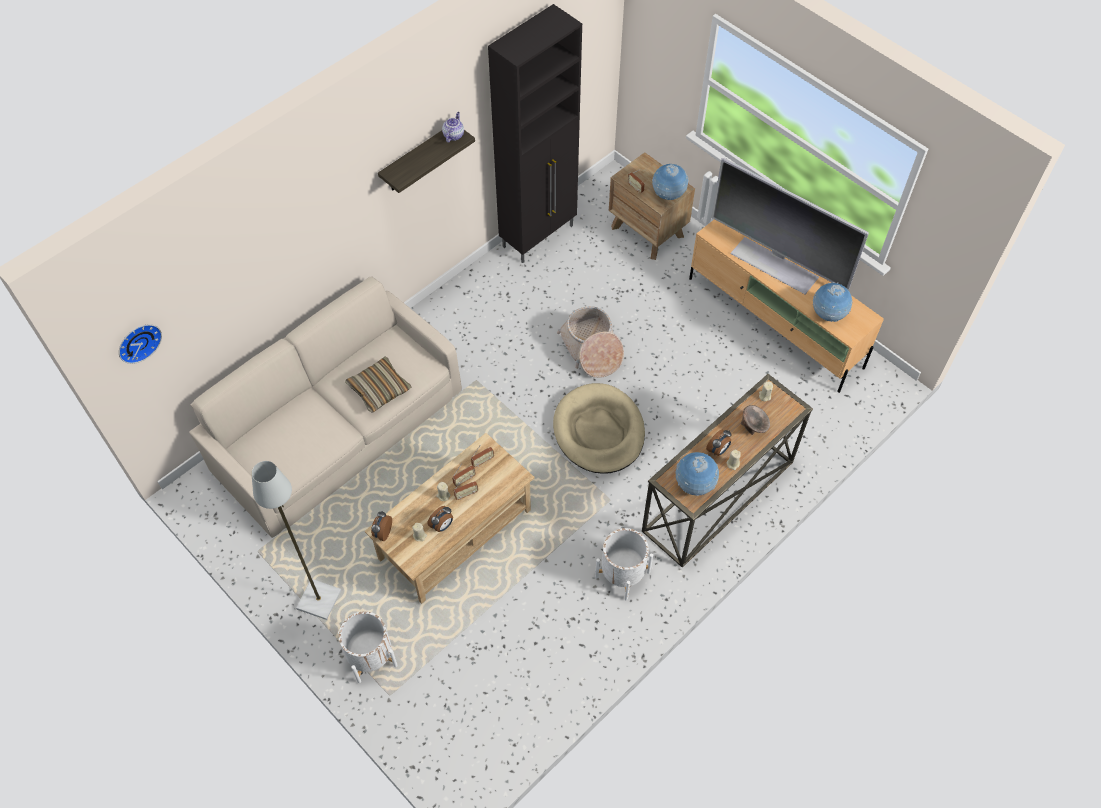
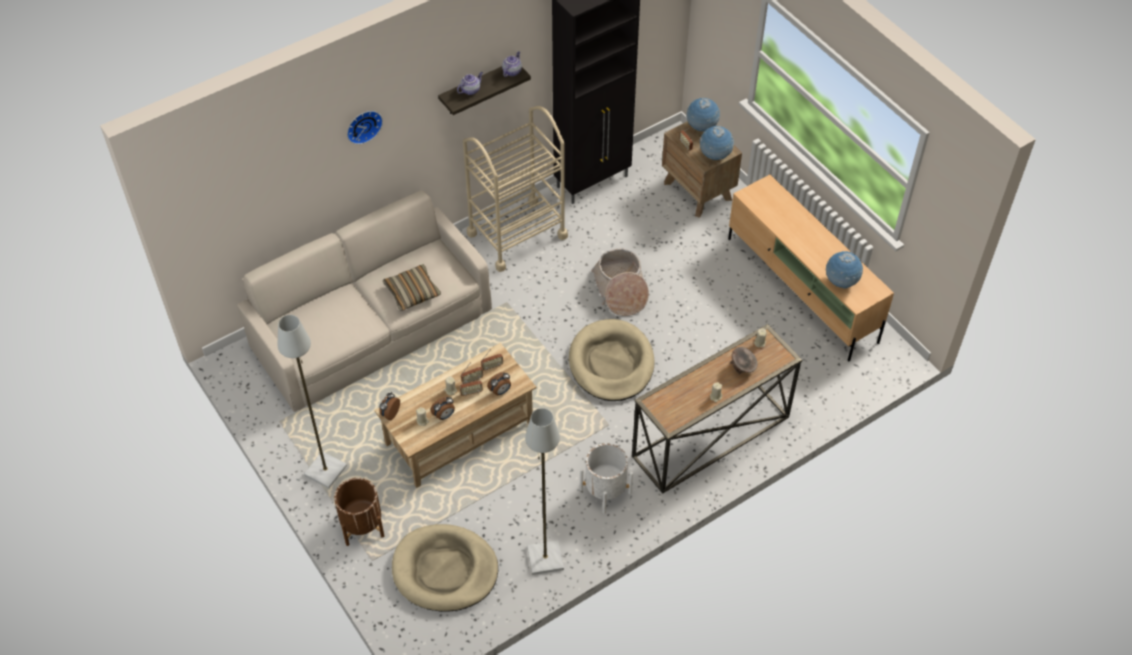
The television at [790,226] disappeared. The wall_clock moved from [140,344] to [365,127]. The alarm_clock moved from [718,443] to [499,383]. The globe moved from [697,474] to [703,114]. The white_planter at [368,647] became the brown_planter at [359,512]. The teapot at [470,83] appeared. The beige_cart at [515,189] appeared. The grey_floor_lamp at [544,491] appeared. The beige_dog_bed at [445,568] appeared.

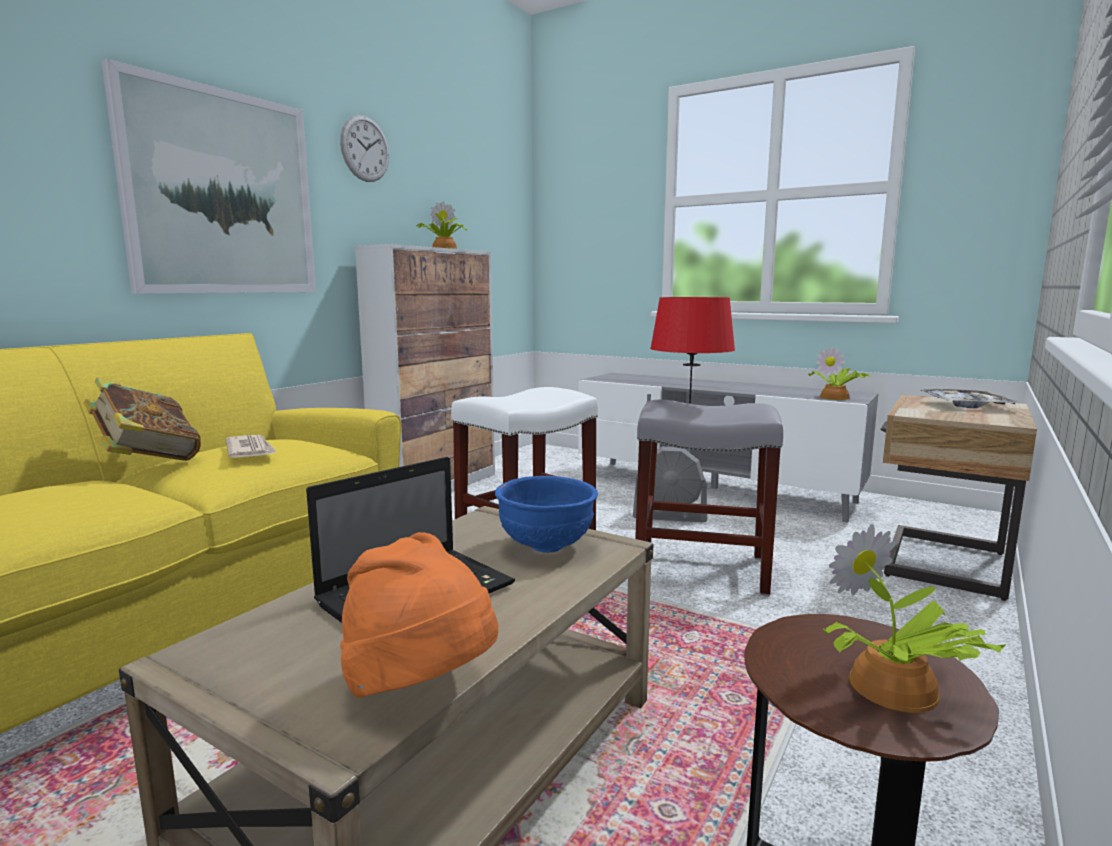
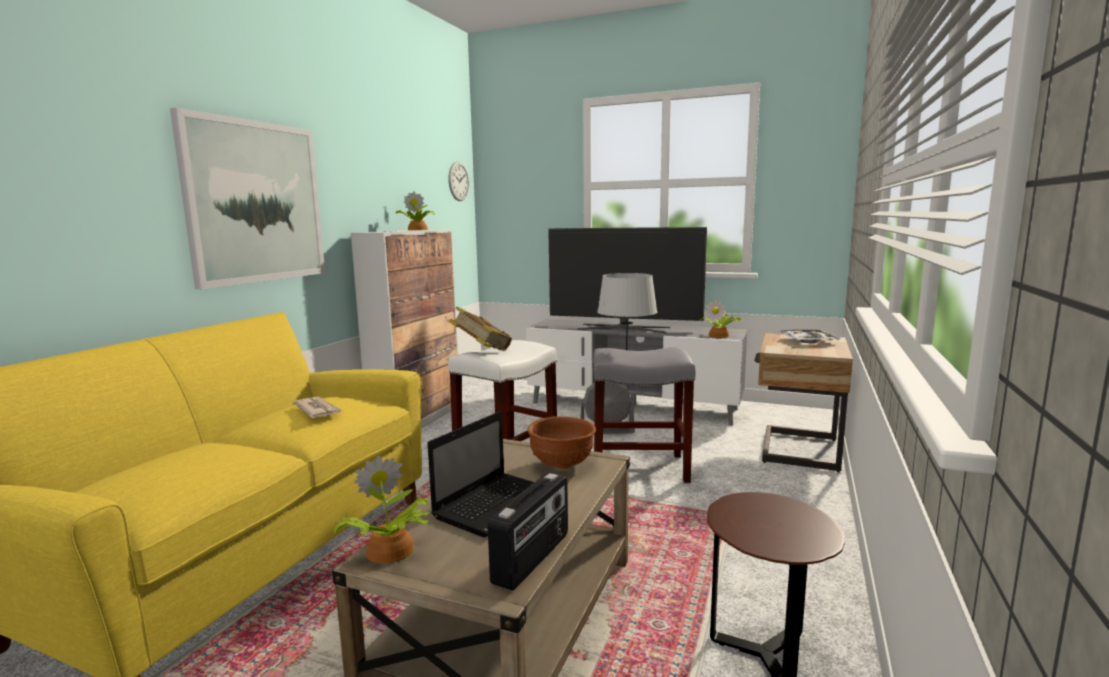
The wall_clock moved from [364,148] to [458,181]. The red_table_lamp at [692,350] became the grey_table_lamp at [627,311]. The book moved from [142,419] to [480,328]. The blue_bowl at [546,514] became the brown_bowl at [561,442]. The potted_plant moved from [914,618] to [382,509]. The orange_hat at [419,615] was replaced by the radio at [528,532]. The television at [627,280] appeared.

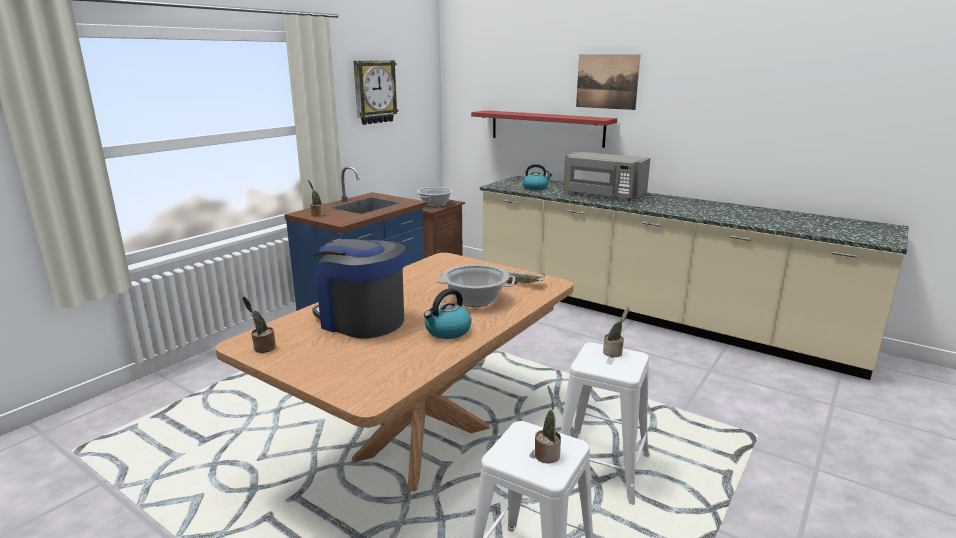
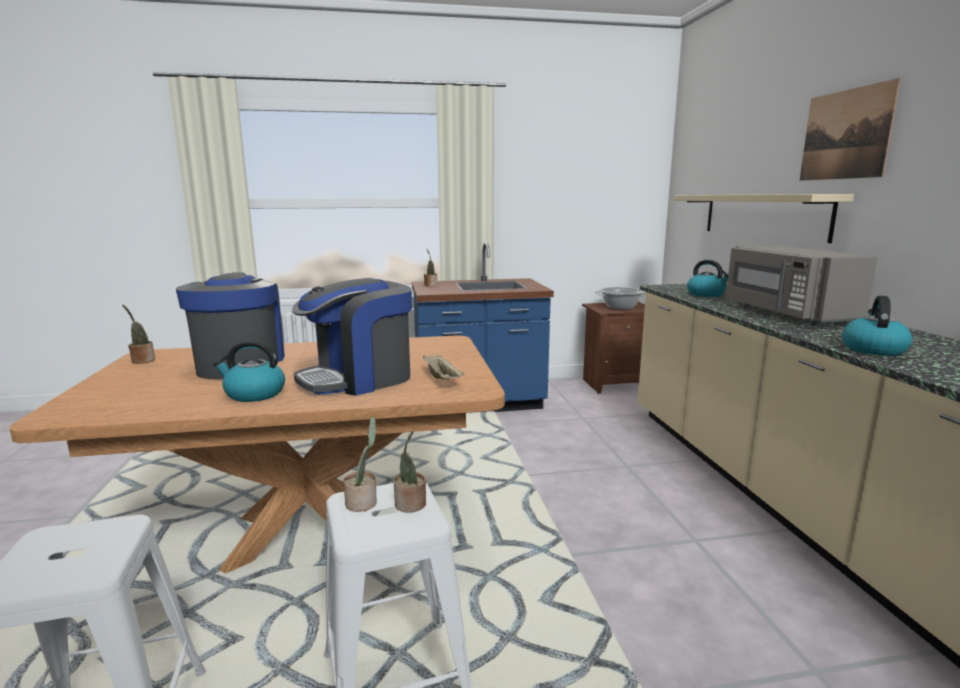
The wall_clock at [376,92] disappeared. The red_shelf at [544,129] became the beige_shelf at [764,218]. The cooking_pot at [475,285] was replaced by the coffee_machine at [352,337]. The potted_plant moved from [548,424] to [360,464]. The kettle at [877,326] appeared.

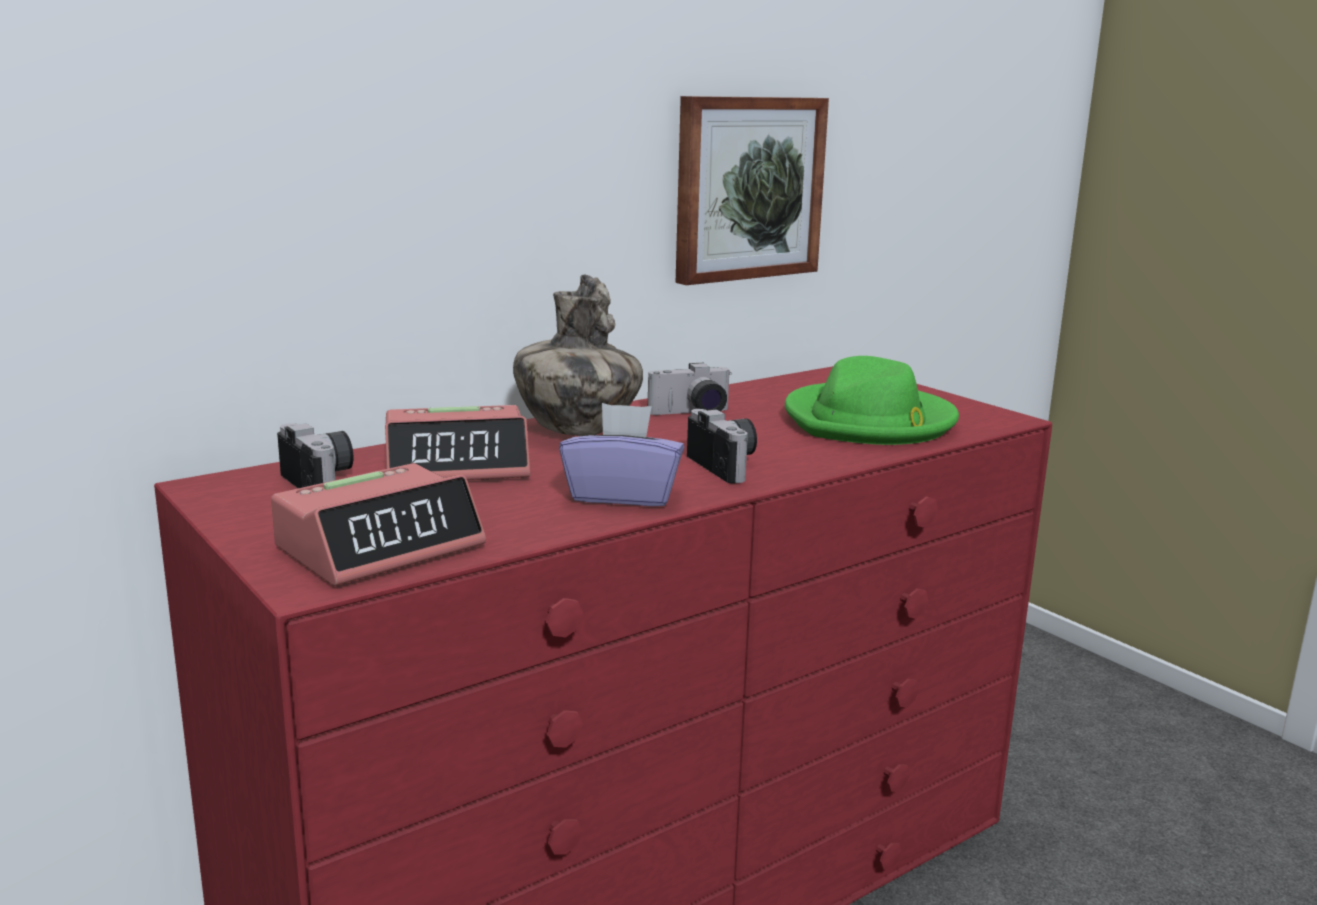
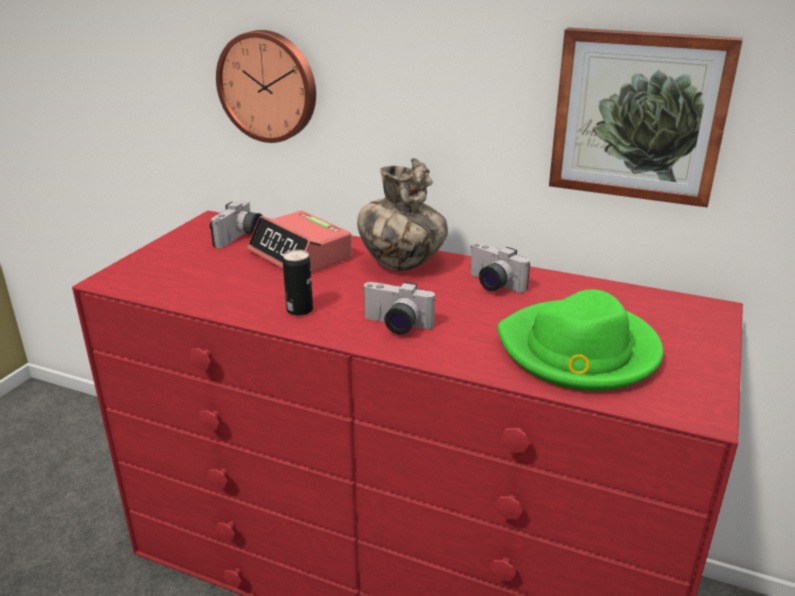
The purple_tissue_box at [621,454] was replaced by the can at [298,283]. The photo_camera at [722,446] turned 75 degrees clockwise. The alarm_clock at [378,524] disappeared. The wall_clock at [266,86] appeared.

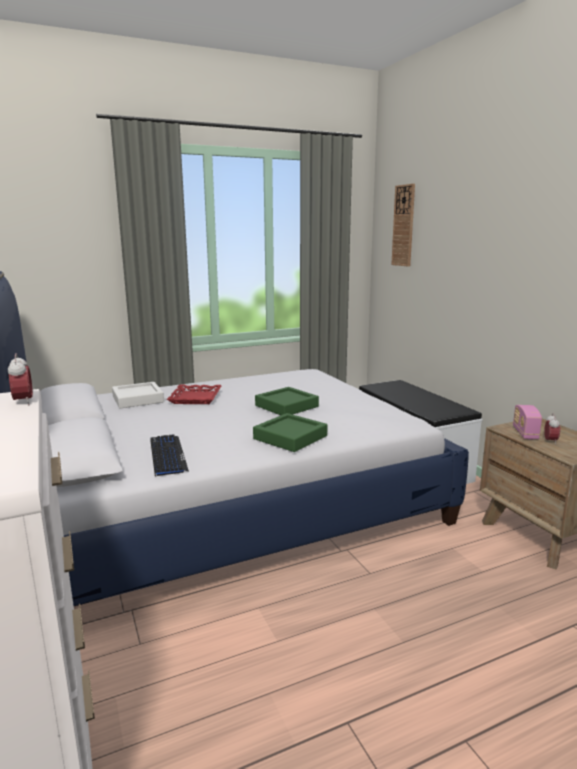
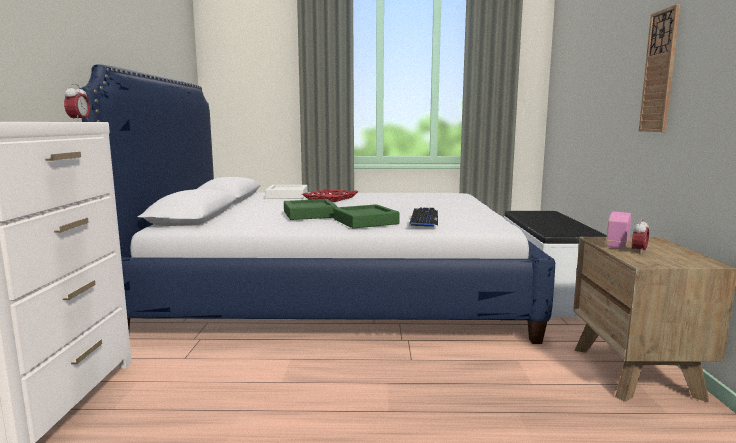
The wall_clock moved from [403,225] to [659,68]. The green_tray moved from [287,401] to [310,209]. The keyboard moved from [169,455] to [423,217].

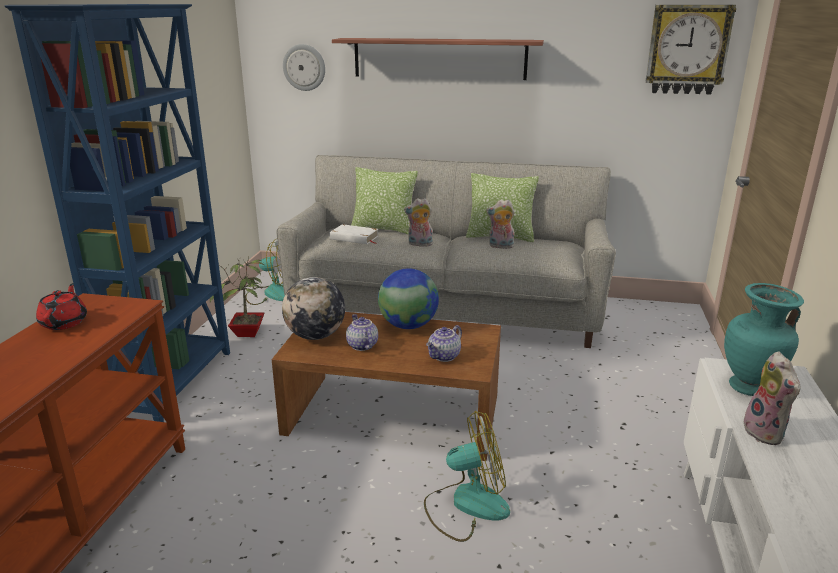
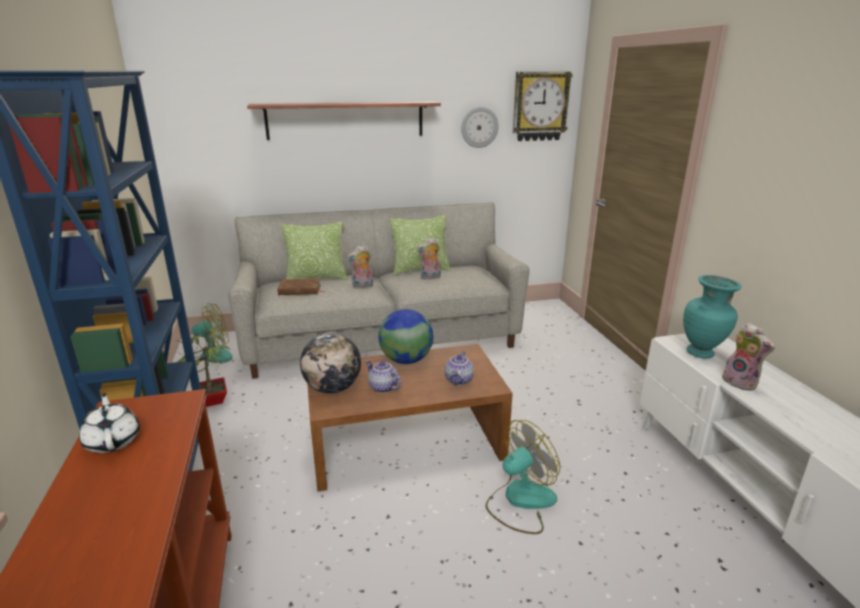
The wall_clock moved from [304,67] to [480,127]. The white_book at [353,234] became the brown_book at [300,287]. The red_teapot at [61,306] became the white_teapot at [109,423].

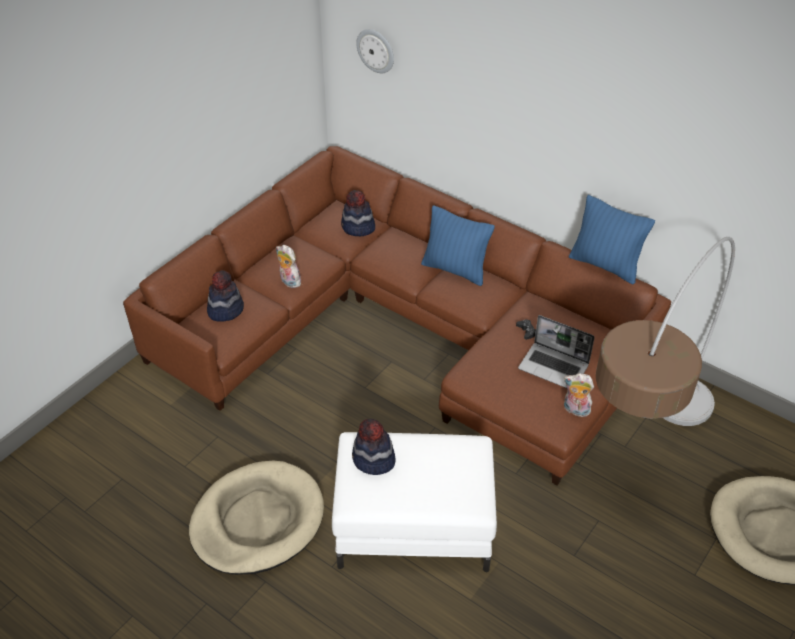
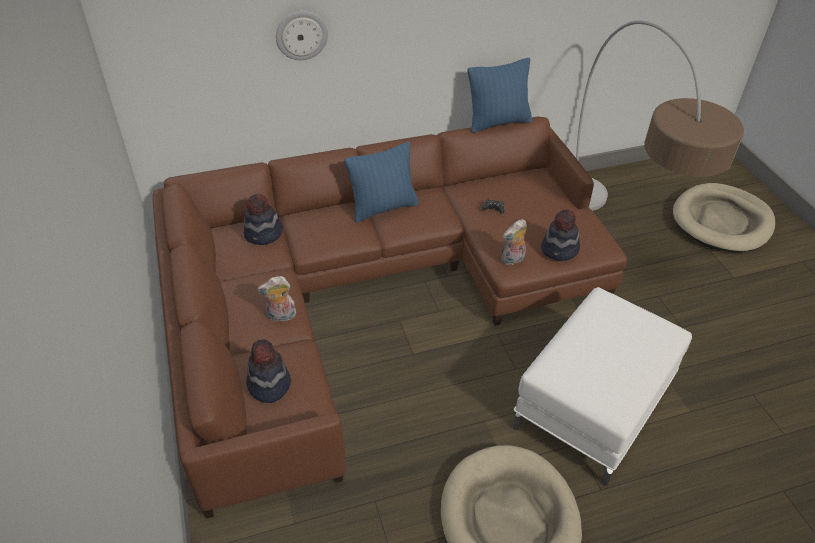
The wall_clock moved from [375,51] to [302,35]. The laptop at [556,351] disappeared. The plush_toy moved from [579,395] to [514,242]. The hat moved from [374,447] to [560,235].

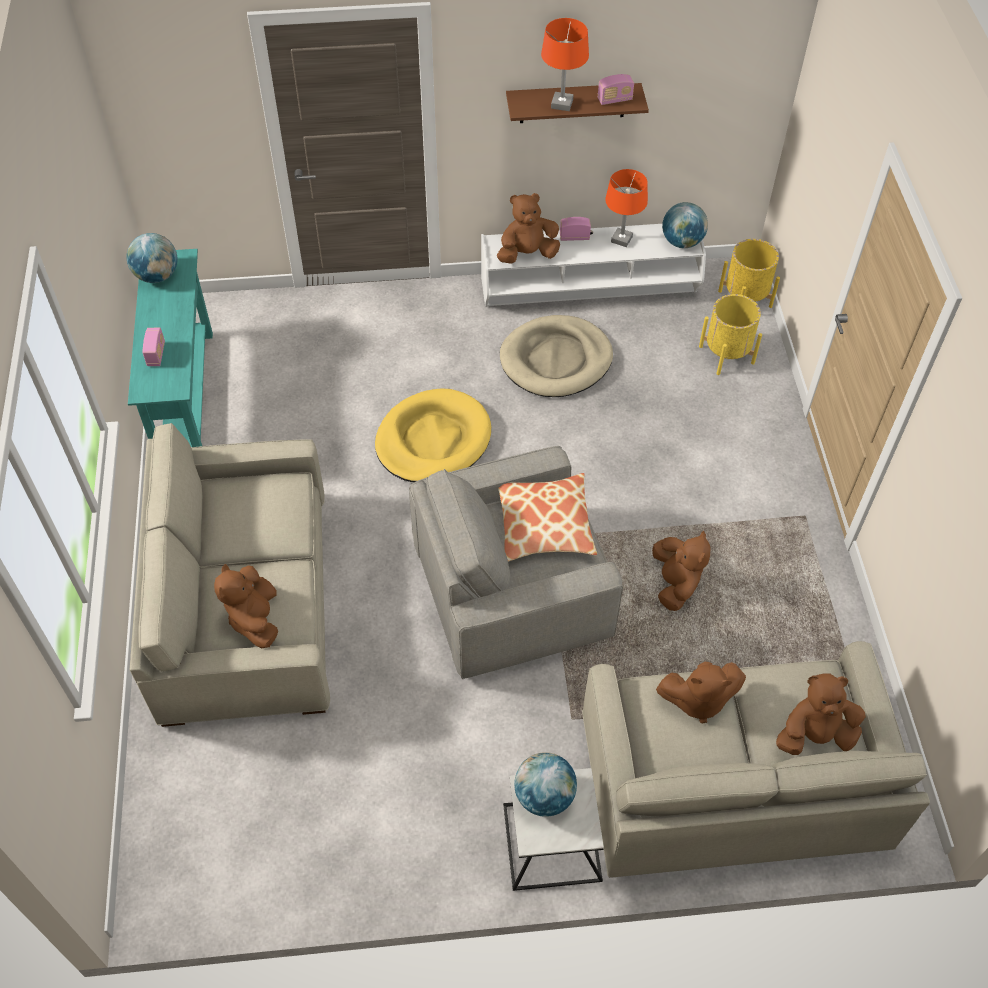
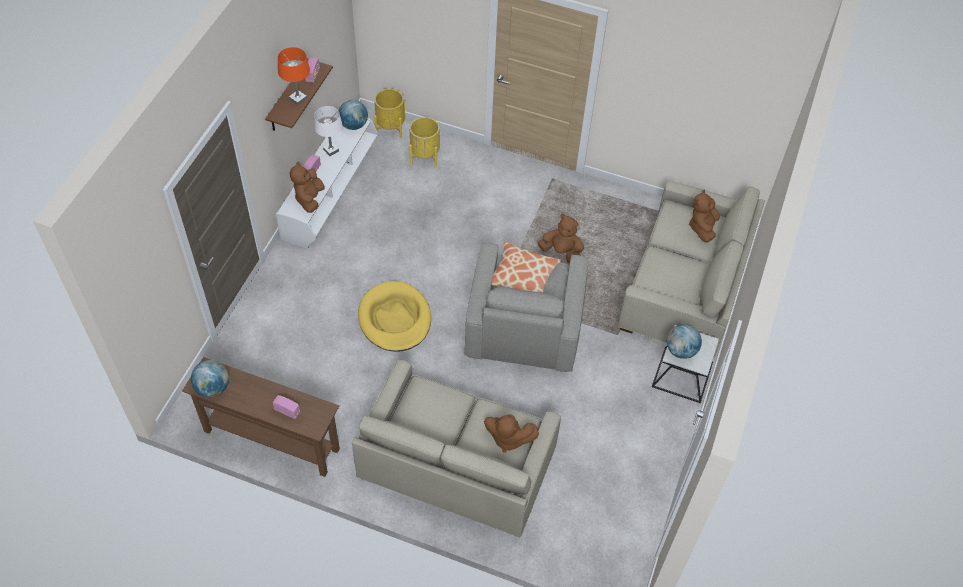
The orange_table_lamp at [626,208] became the white_table_lamp at [328,131]. The turquoise_console_table at [170,348] became the brown_console_table at [261,417]. The beige_dog_bed at [556,356] disappeared. The brown_plush_toy at [701,692] disappeared.

